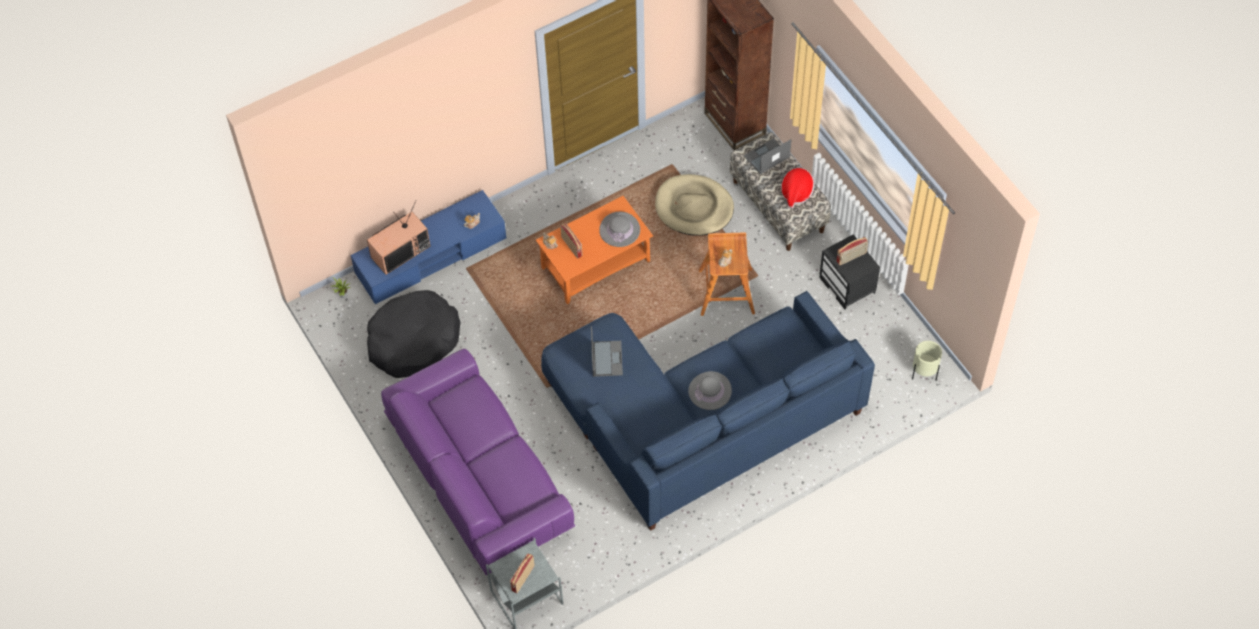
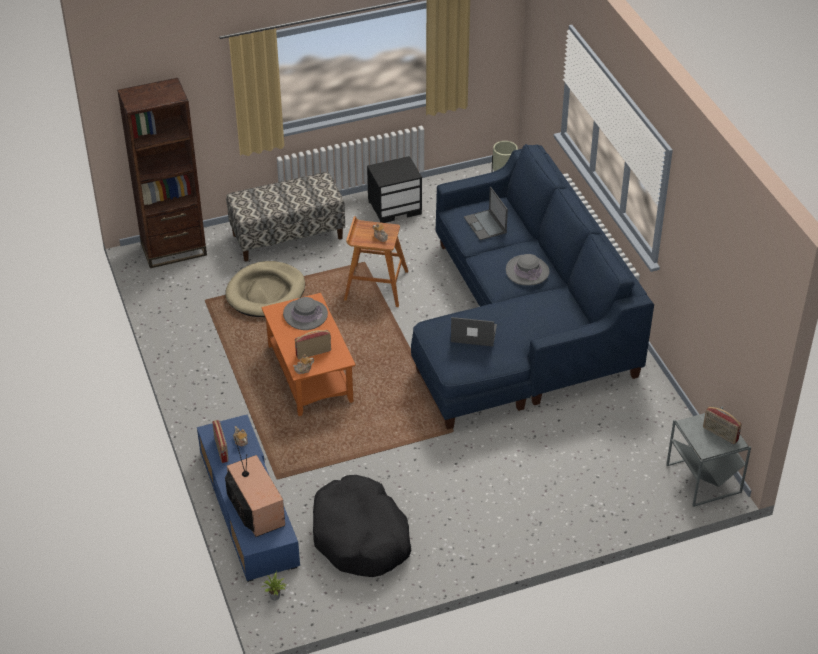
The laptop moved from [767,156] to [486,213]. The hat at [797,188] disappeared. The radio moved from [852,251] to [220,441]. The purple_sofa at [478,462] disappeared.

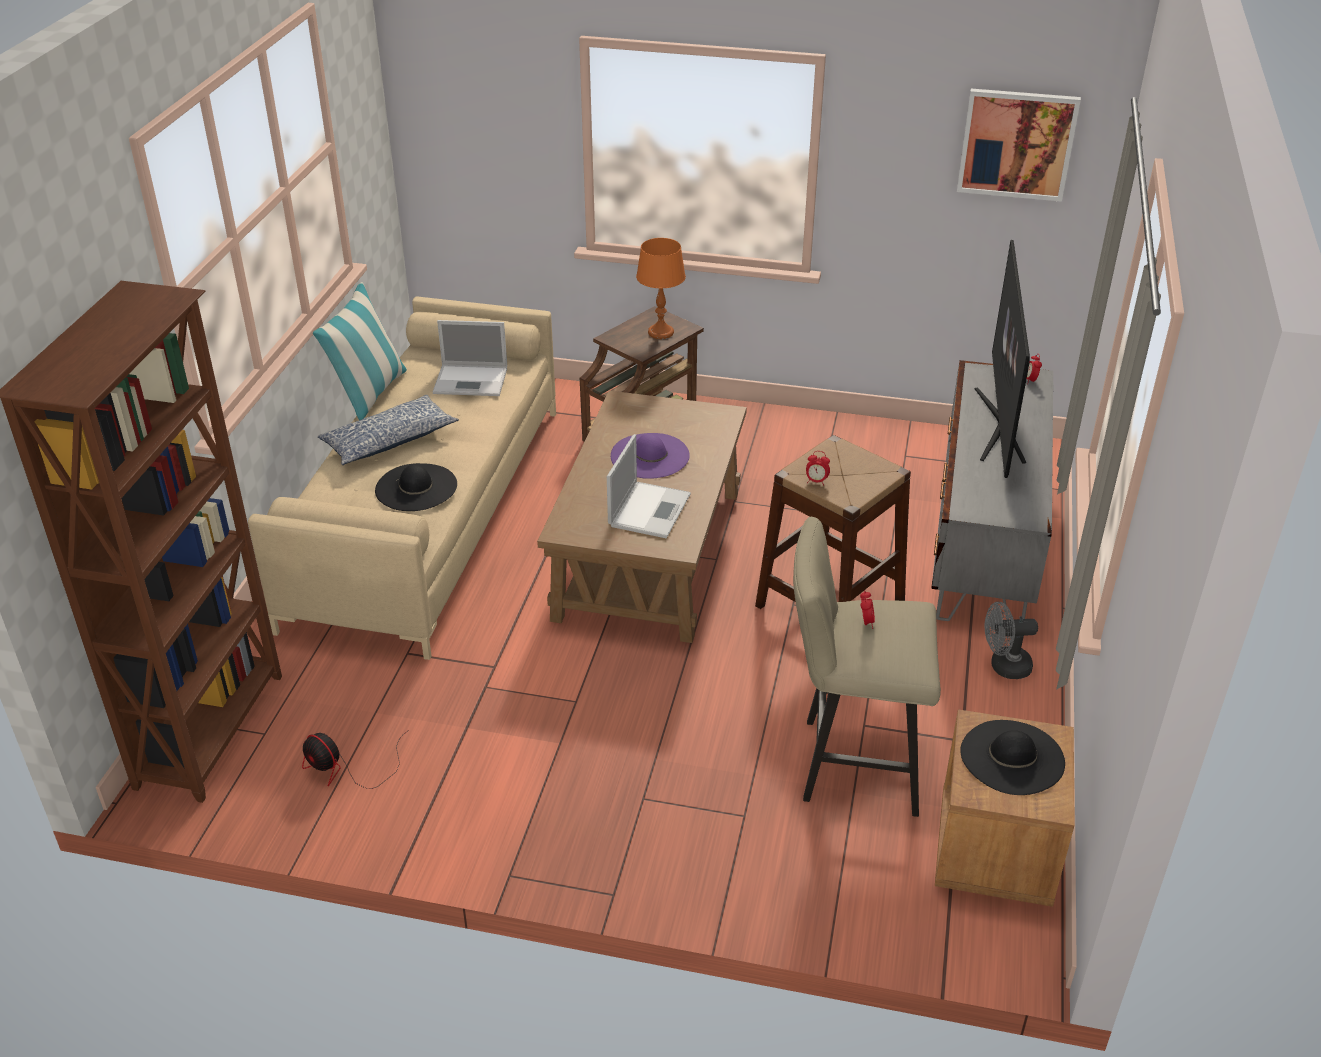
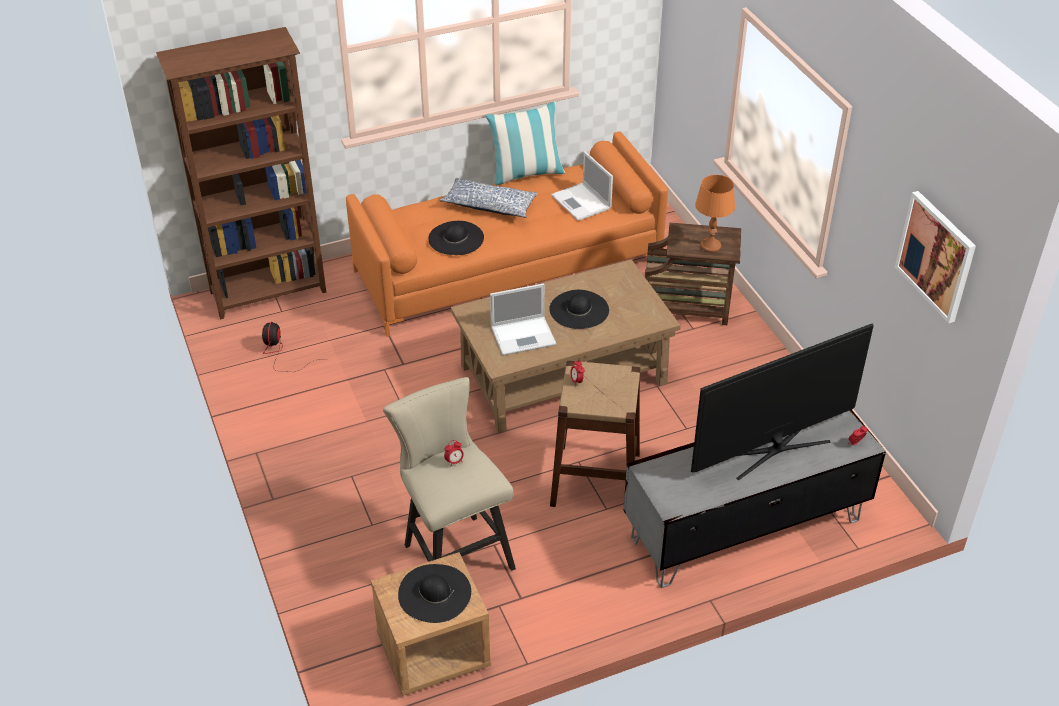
The beige_sofa at [402,478] became the orange_sofa at [507,234]. The purple_hat at [650,456] became the black_hat at [579,309]. The grey_fan at [1011,640] disappeared.

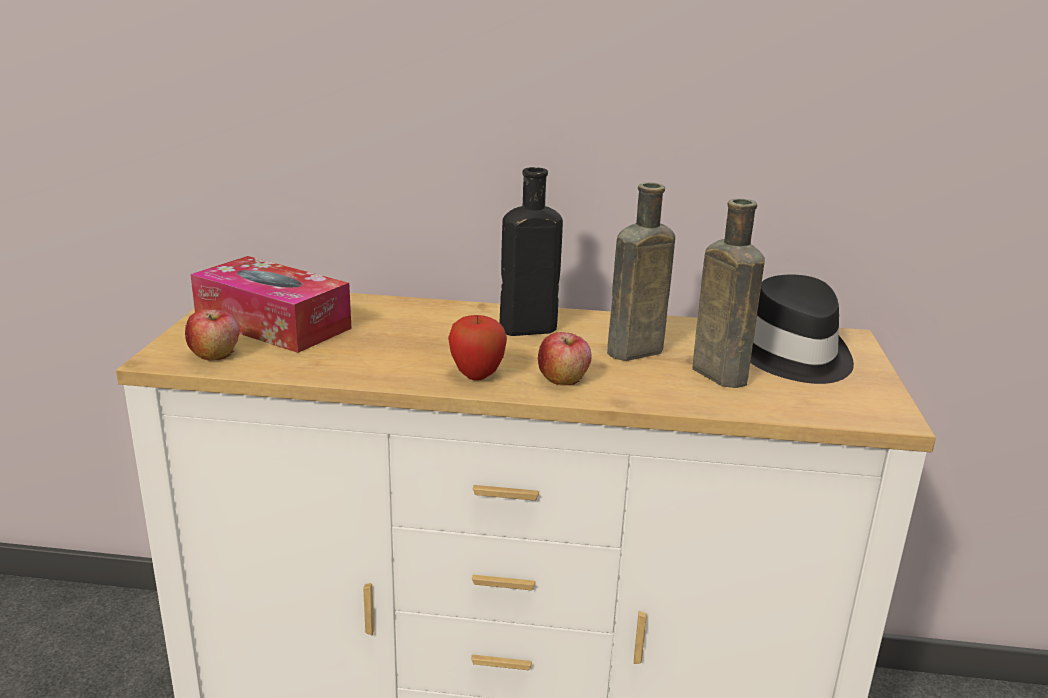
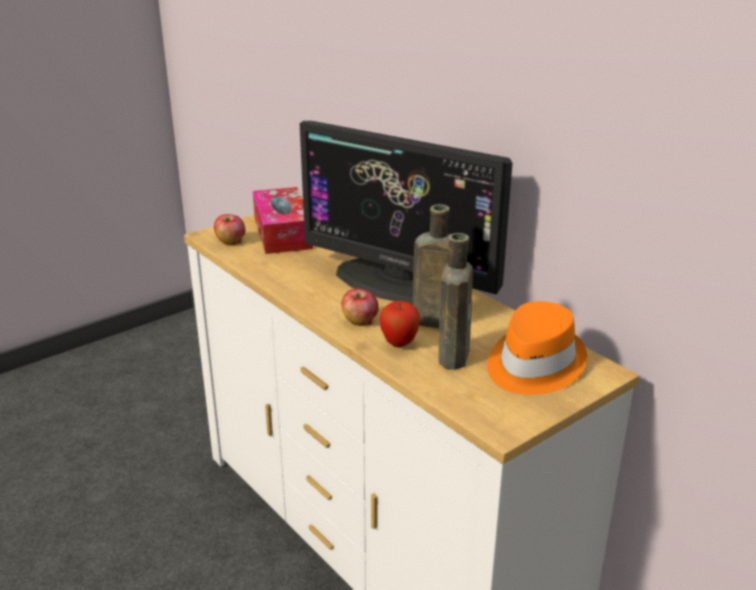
The black_bottle at [531,251] was replaced by the monitor at [406,213]. The black_hat at [802,329] became the orange_hat at [537,348]. The apple moved from [477,348] to [400,324].

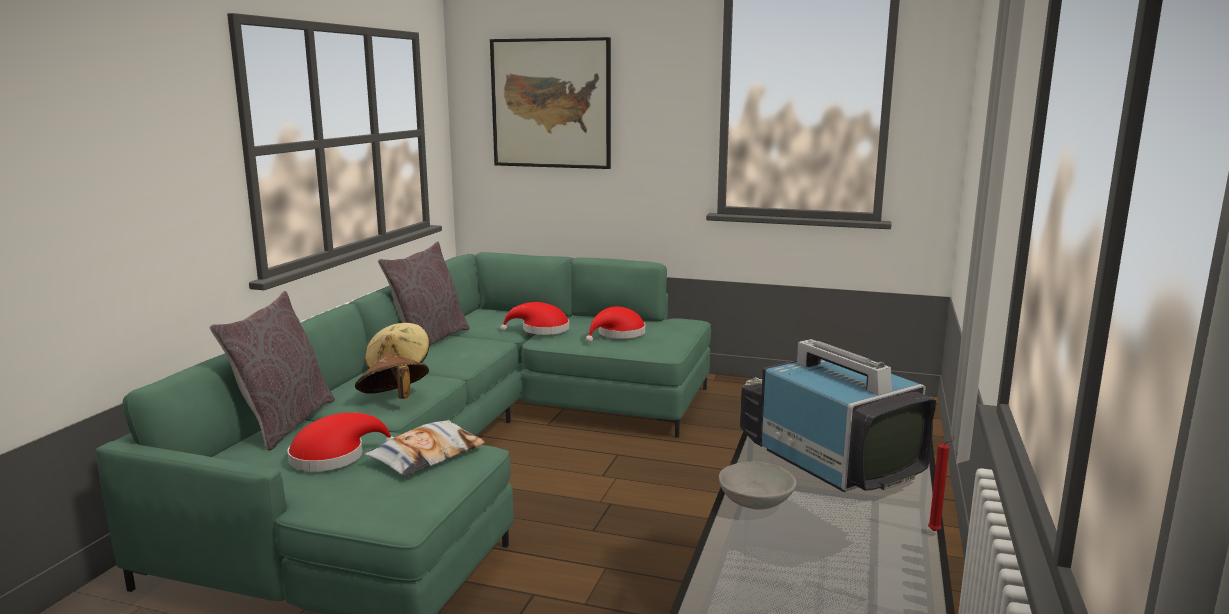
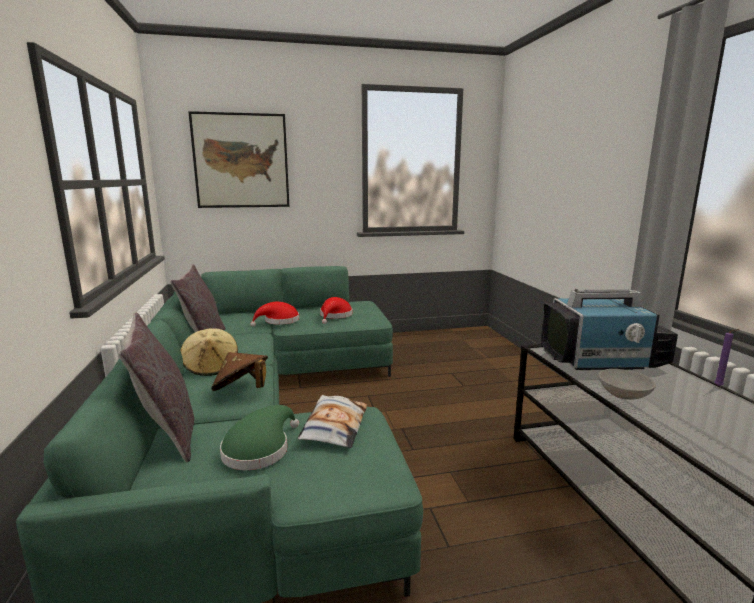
The television at [838,415] turned 150 degrees clockwise. The red_hat at [341,442] became the green_hat at [259,437]. The red_candle at [940,485] became the purple_candle at [726,357].

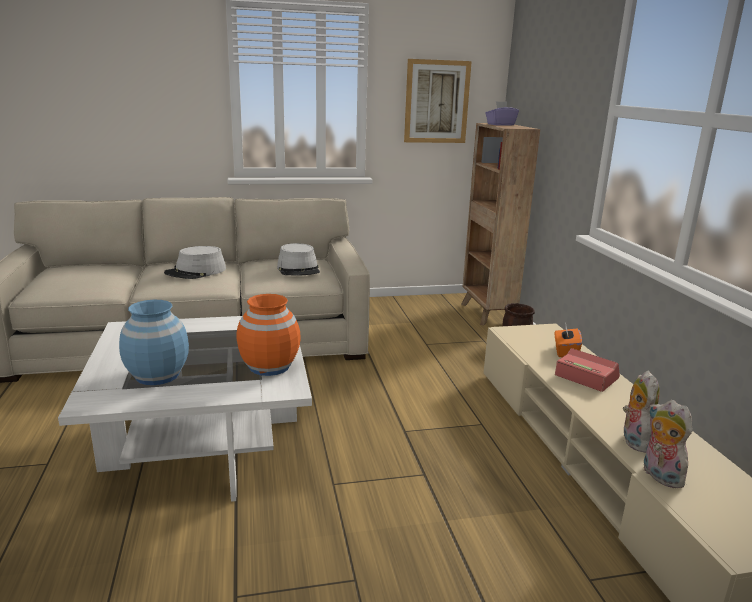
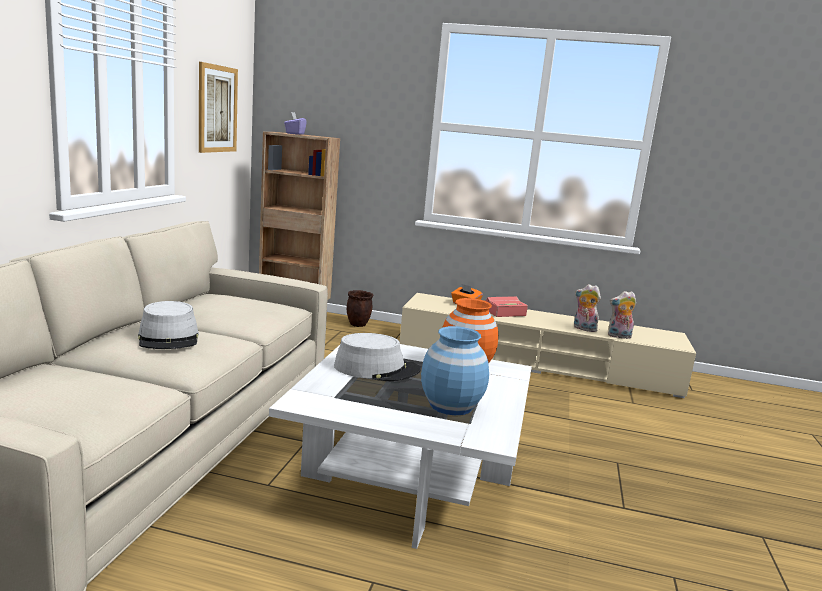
The grey_hat moved from [298,259] to [377,357].

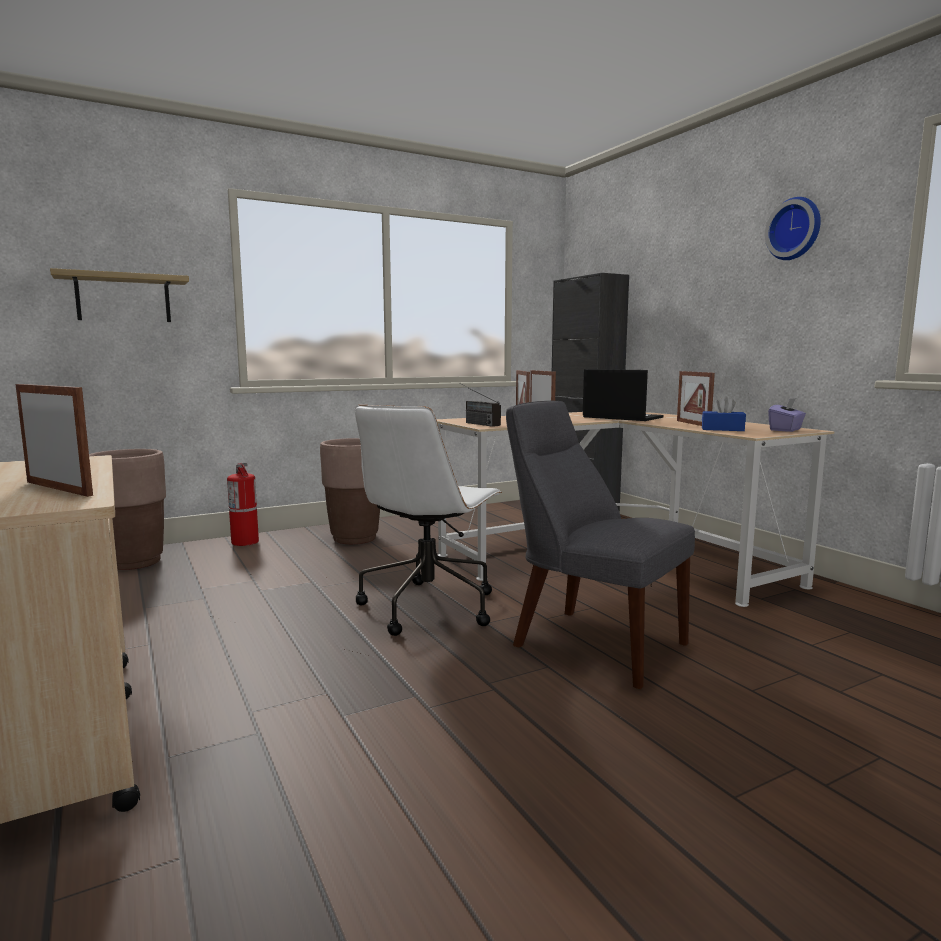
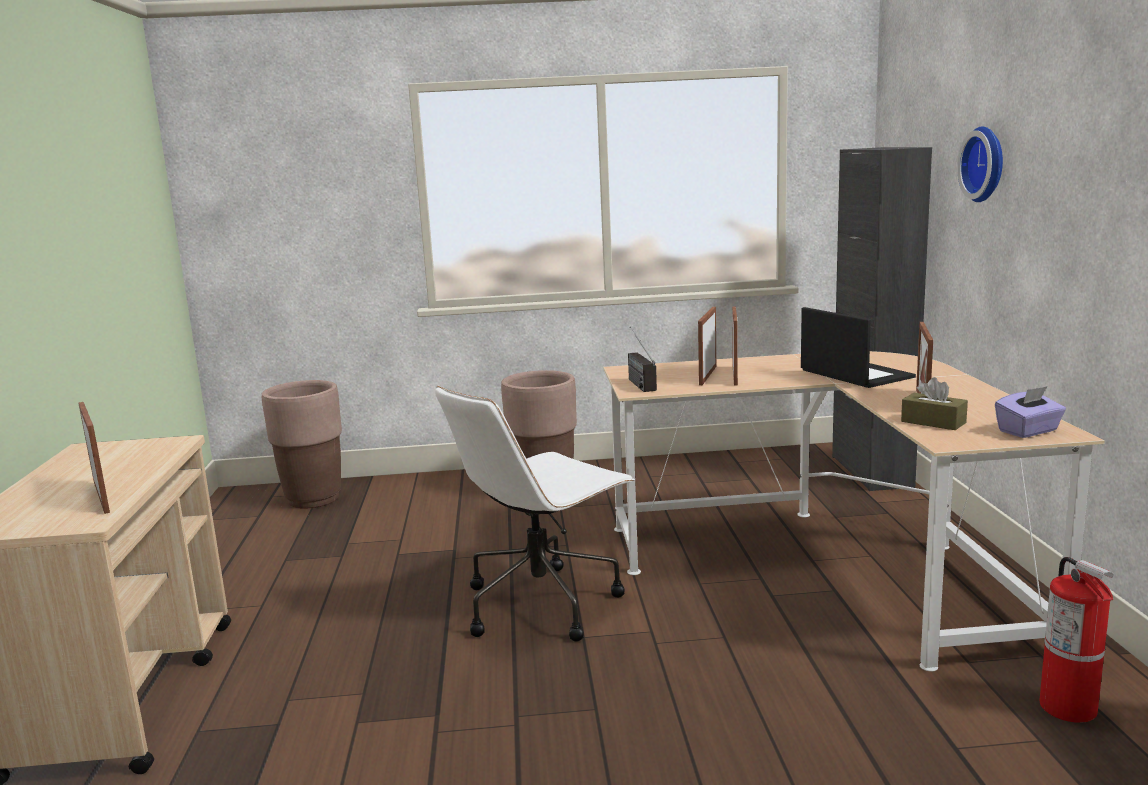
The wall_clock moved from [793,228] to [980,164]. The shelf at [119,295] disappeared. The blue_tissue_box at [724,413] became the brown_tissue_box at [934,403]. The grey_chair at [600,545] disappeared. The fire_extinguisher moved from [243,504] to [1076,640].

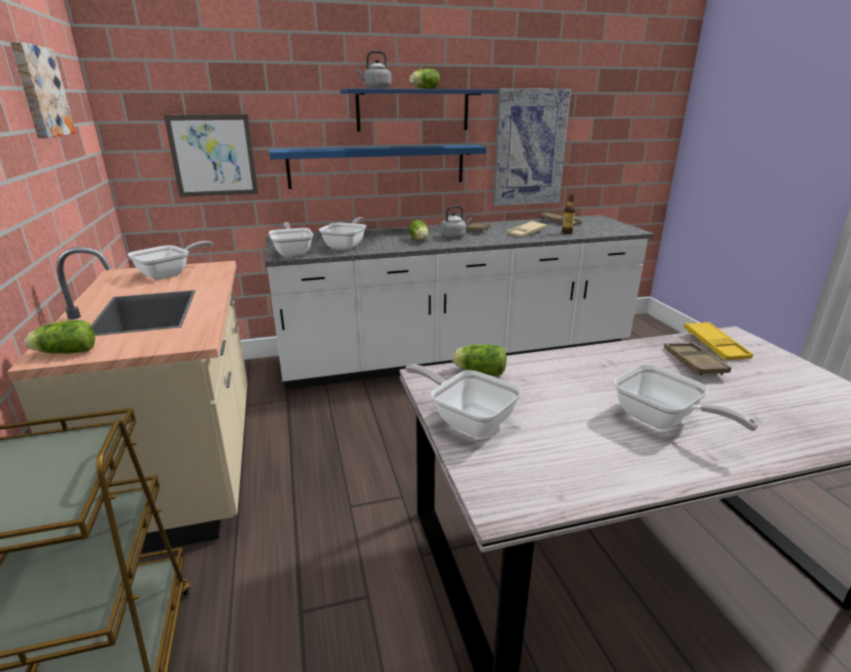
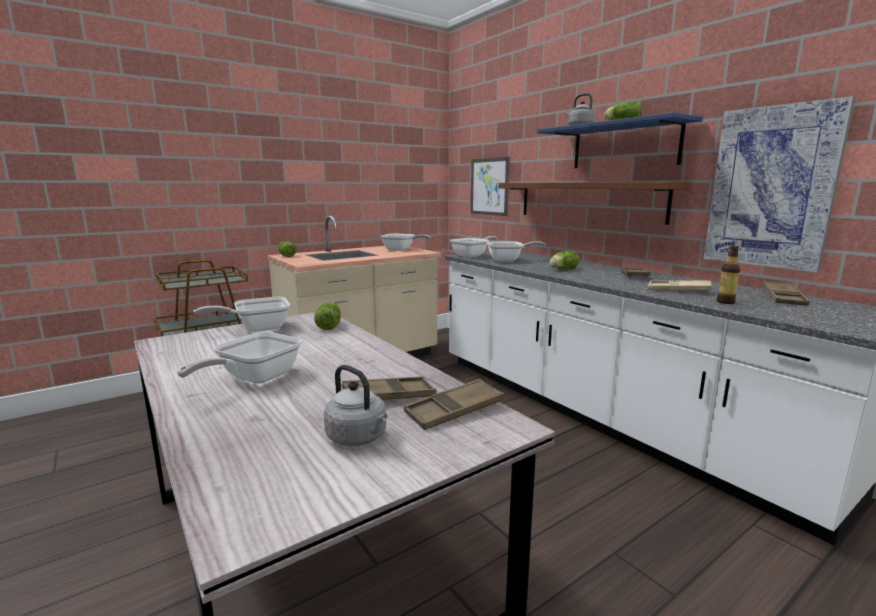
The picture at [43,90] disappeared. The blue_shelf at [377,167] became the brown_shelf at [594,203]. The grey_kettle moved from [456,222] to [355,405]. The yellow_tray at [718,341] became the brown_tray at [454,404]. The frying_pan at [463,400] turned 135 degrees counterclockwise.

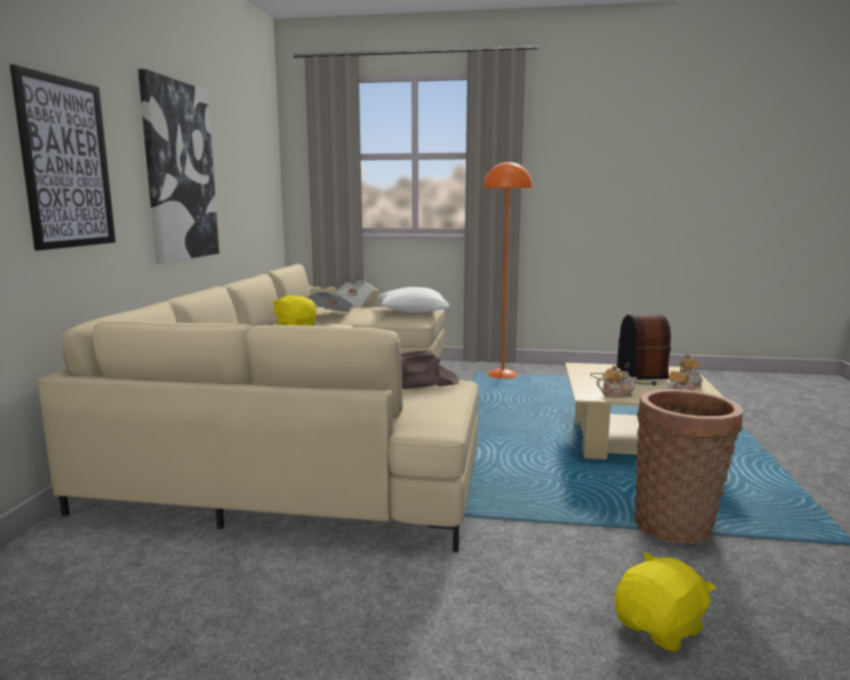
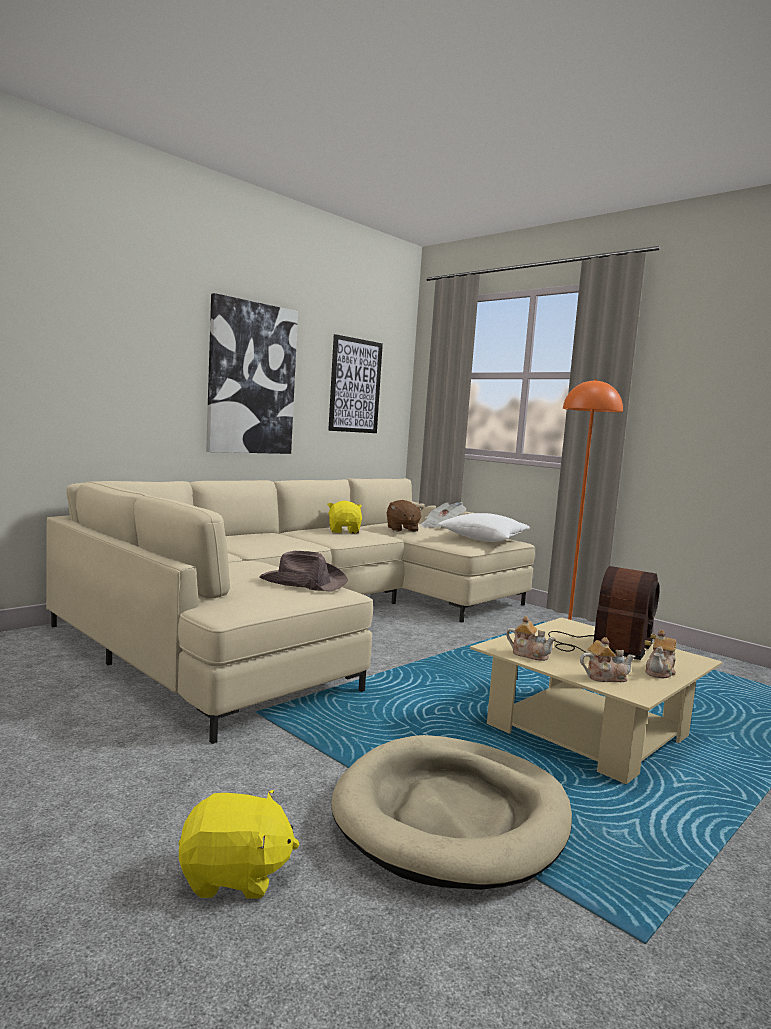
The picture moved from [63,157] to [355,383]. The newspaper at [330,302] was replaced by the brown_plush_toy at [405,516]. The basket at [689,467] was replaced by the beige_dog_bed at [451,812].

